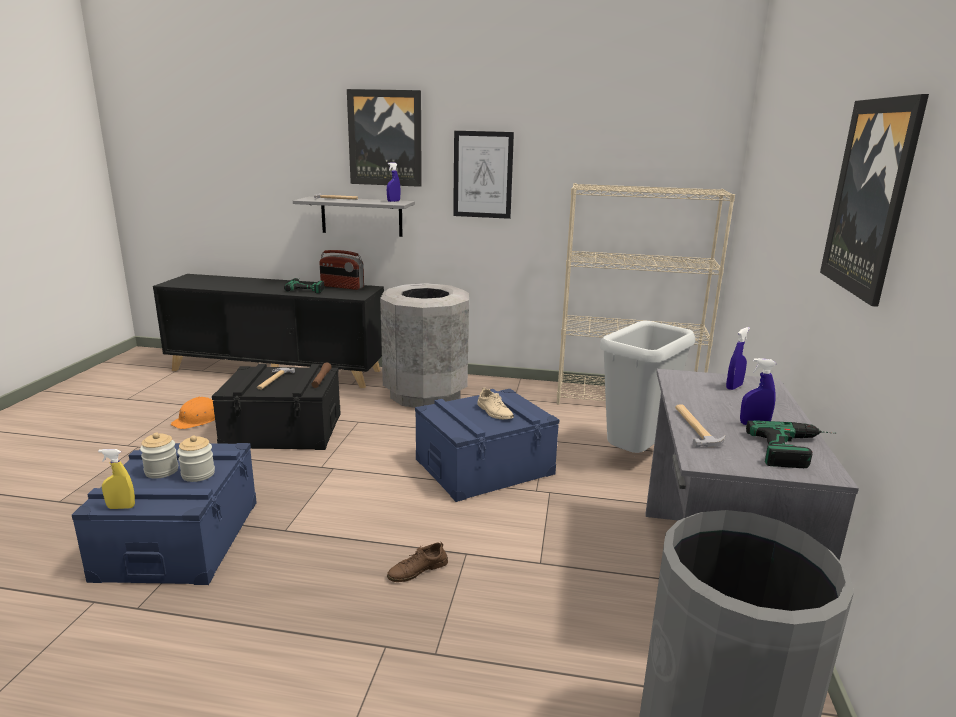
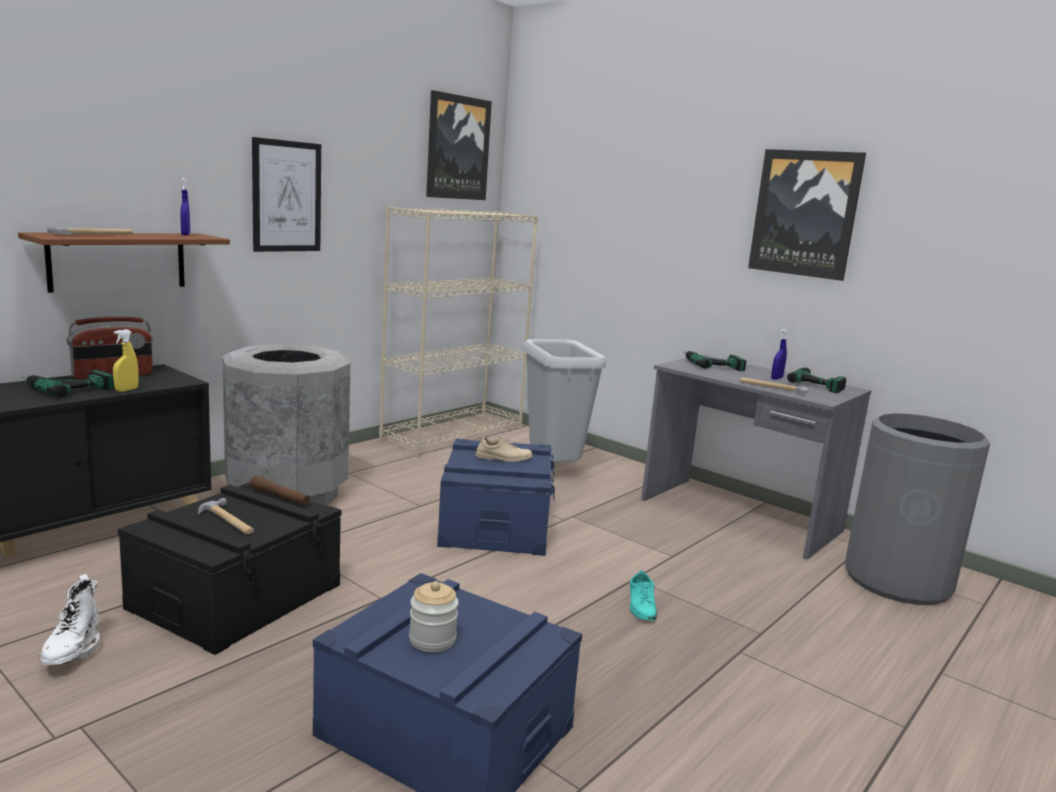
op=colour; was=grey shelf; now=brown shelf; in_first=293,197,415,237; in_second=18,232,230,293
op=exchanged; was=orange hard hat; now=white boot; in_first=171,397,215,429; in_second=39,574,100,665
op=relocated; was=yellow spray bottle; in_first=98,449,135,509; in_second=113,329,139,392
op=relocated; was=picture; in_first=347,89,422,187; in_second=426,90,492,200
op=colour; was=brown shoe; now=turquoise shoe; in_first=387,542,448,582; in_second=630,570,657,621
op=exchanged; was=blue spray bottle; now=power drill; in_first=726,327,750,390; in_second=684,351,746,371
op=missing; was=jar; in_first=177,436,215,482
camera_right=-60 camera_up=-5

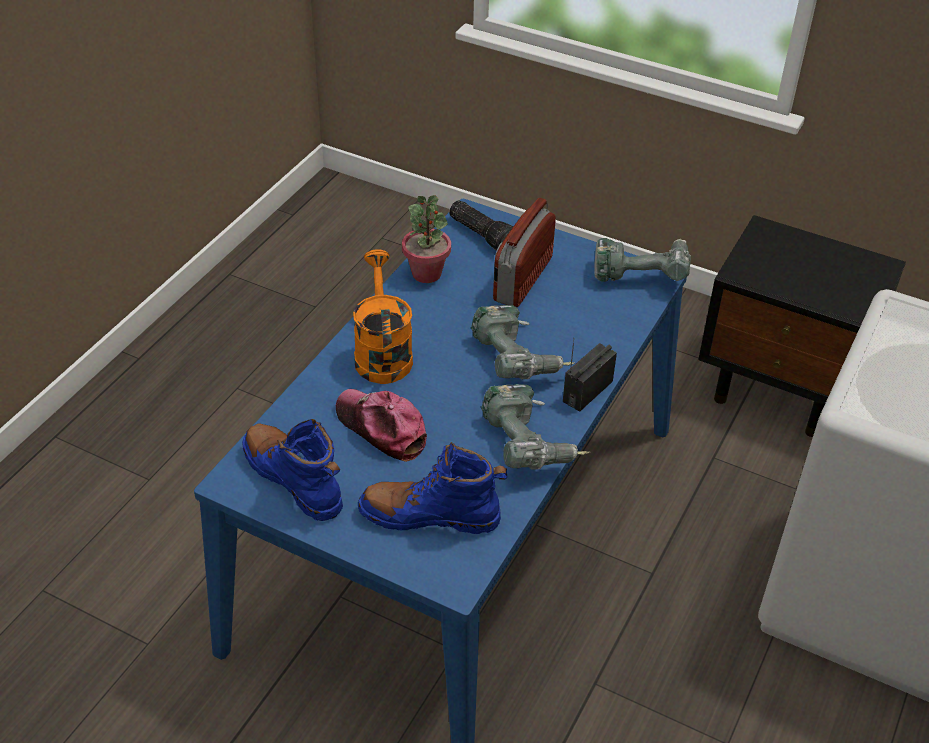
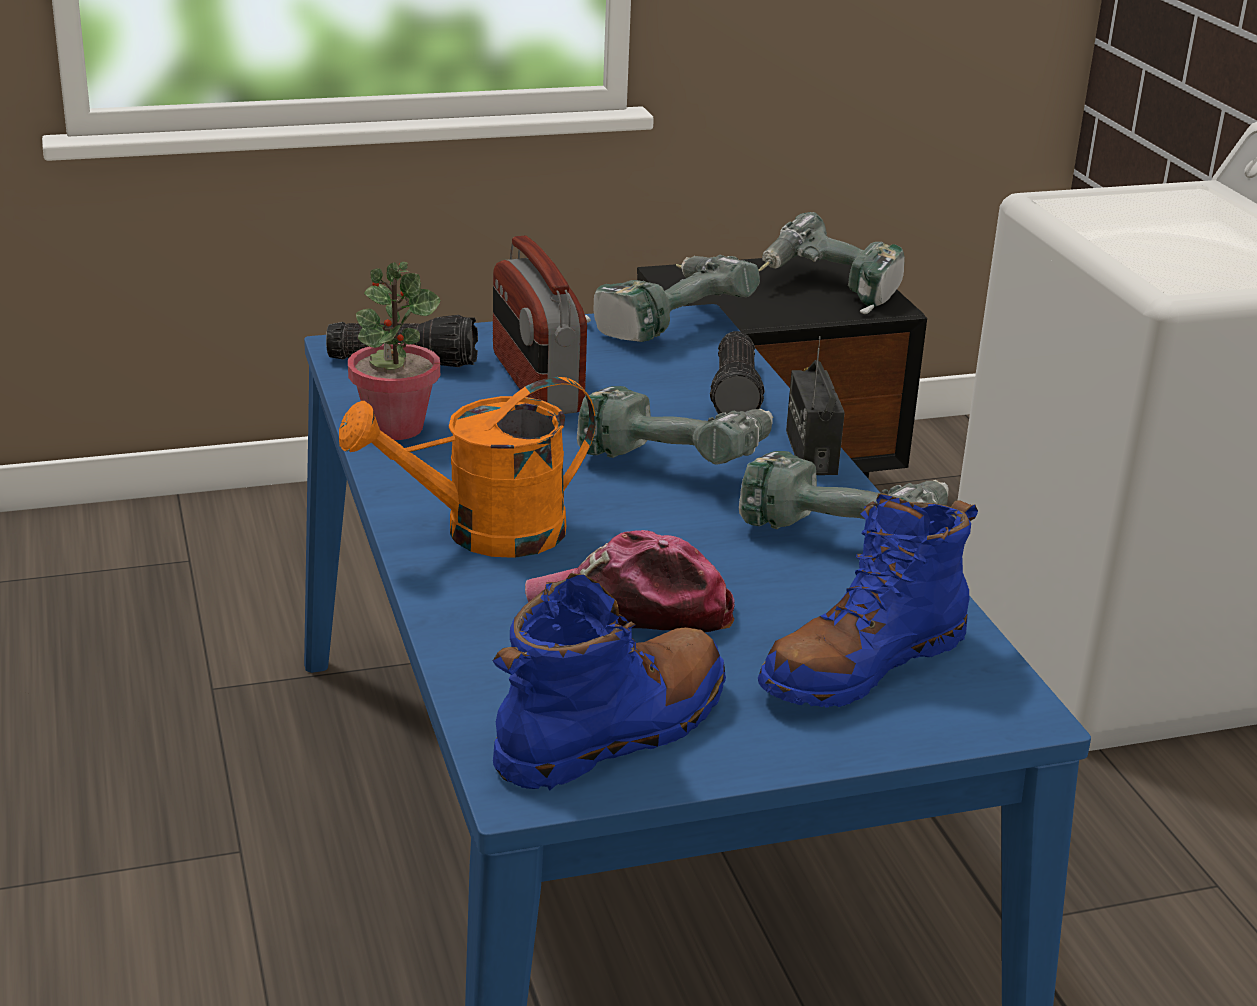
op=spun; was=orange watering can; in_first=353,249,413,384; in_second=339,377,596,558; clockwise=-60
op=spun; was=blue boot; in_first=242,419,343,521; in_second=493,573,726,791; clockwise=135
op=appeared; now=flashlight; in_second=710,331,765,414
op=appeared; now=power drill; in_second=758,212,905,314
camera_right=-45 camera_up=-15

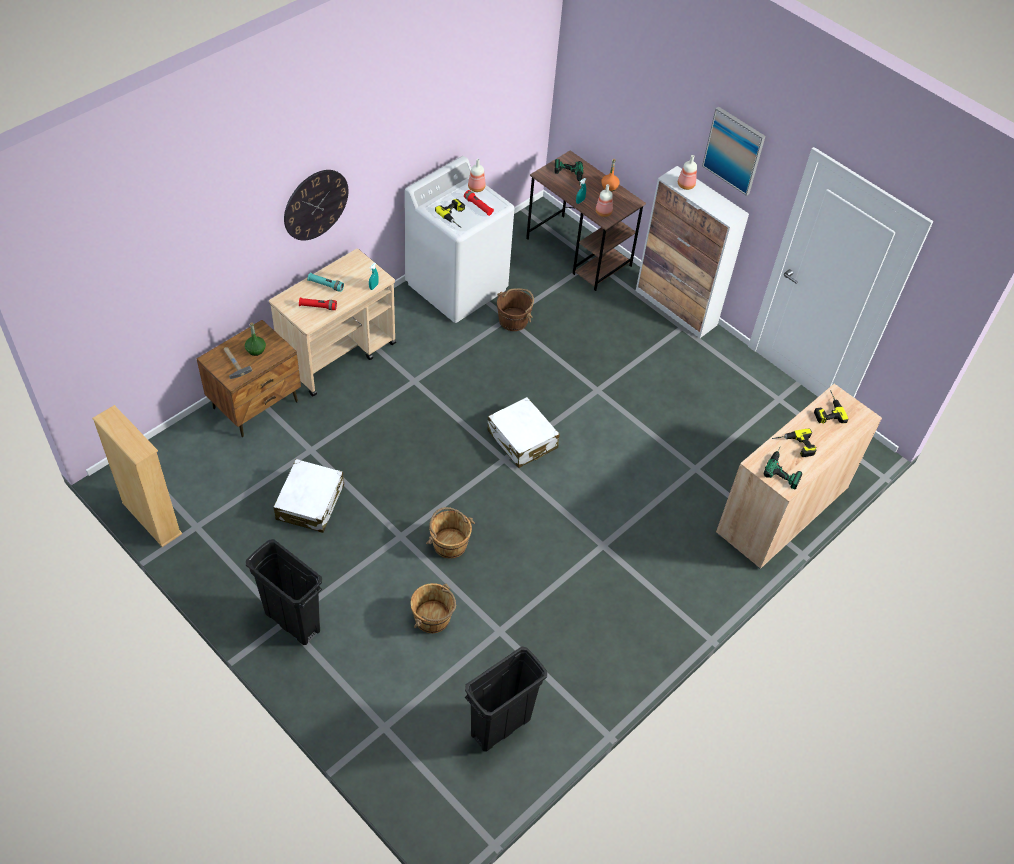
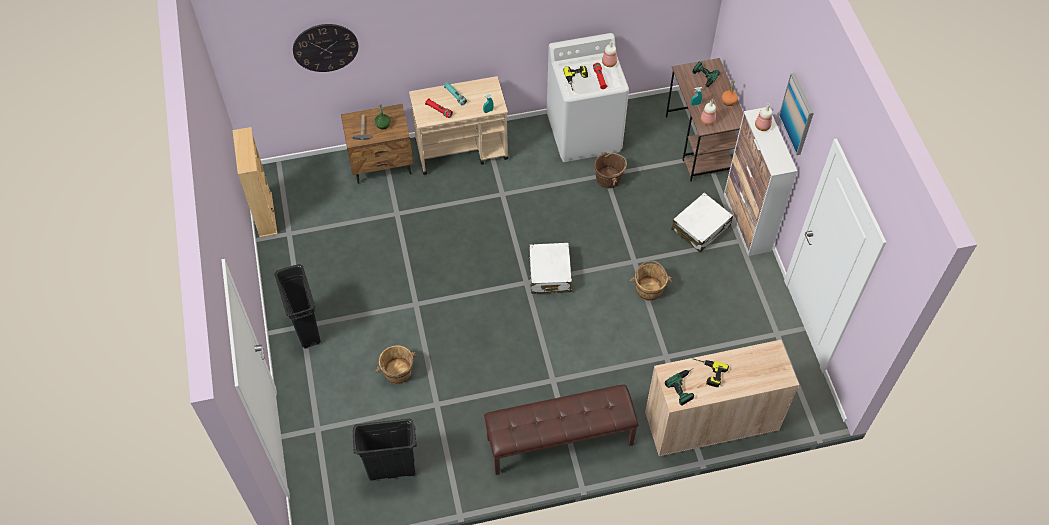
op=relocated; was=wall clock; in_first=284,170,349,240; in_second=293,24,358,72
op=appeared; now=brown bench; in_second=484,385,638,475
op=relocated; was=brown bucket; in_first=426,507,475,559; in_second=629,260,672,301
op=relocated; was=white suitcase; in_first=274,459,344,533; in_second=671,193,733,252
op=missing; was=power drill; in_first=814,390,848,424
camera_right=35 camera_up=5

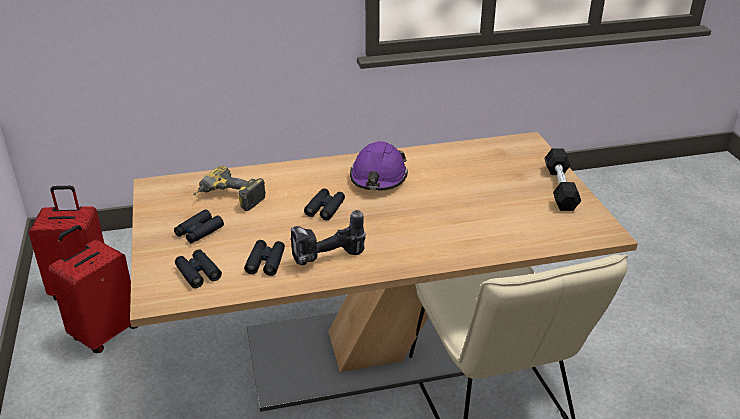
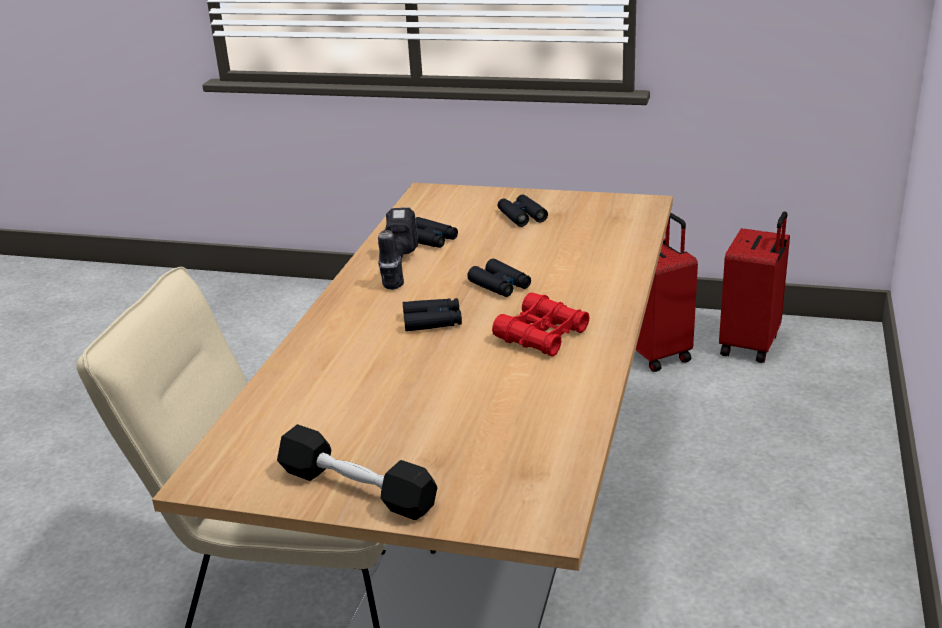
op=relocated; was=black binoculars; in_first=175,249,222,288; in_second=403,298,462,331
op=exchanged; was=purple hard hat; now=red binoculars; in_first=350,141,408,191; in_second=492,293,589,356
op=missing; was=power drill; in_first=193,166,266,211
camera_right=120 camera_up=-5

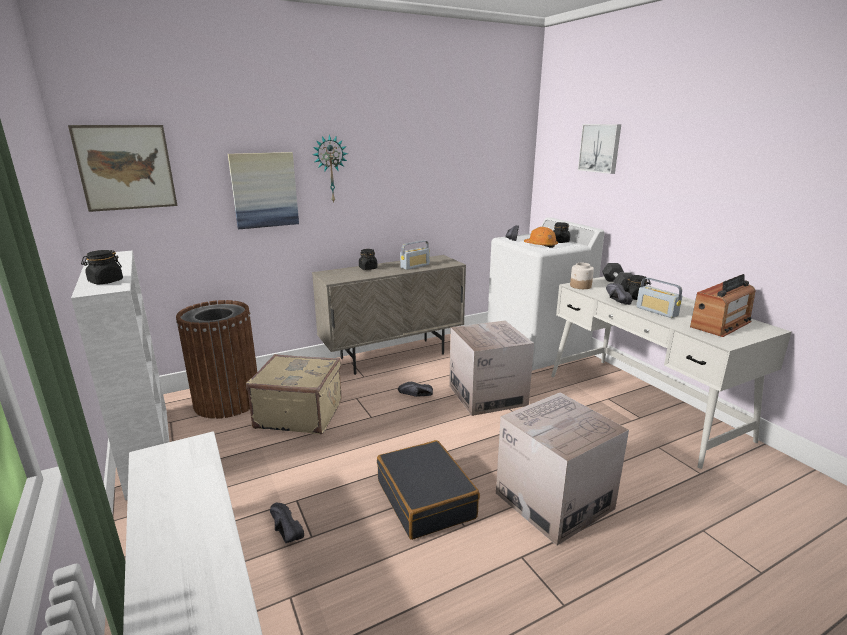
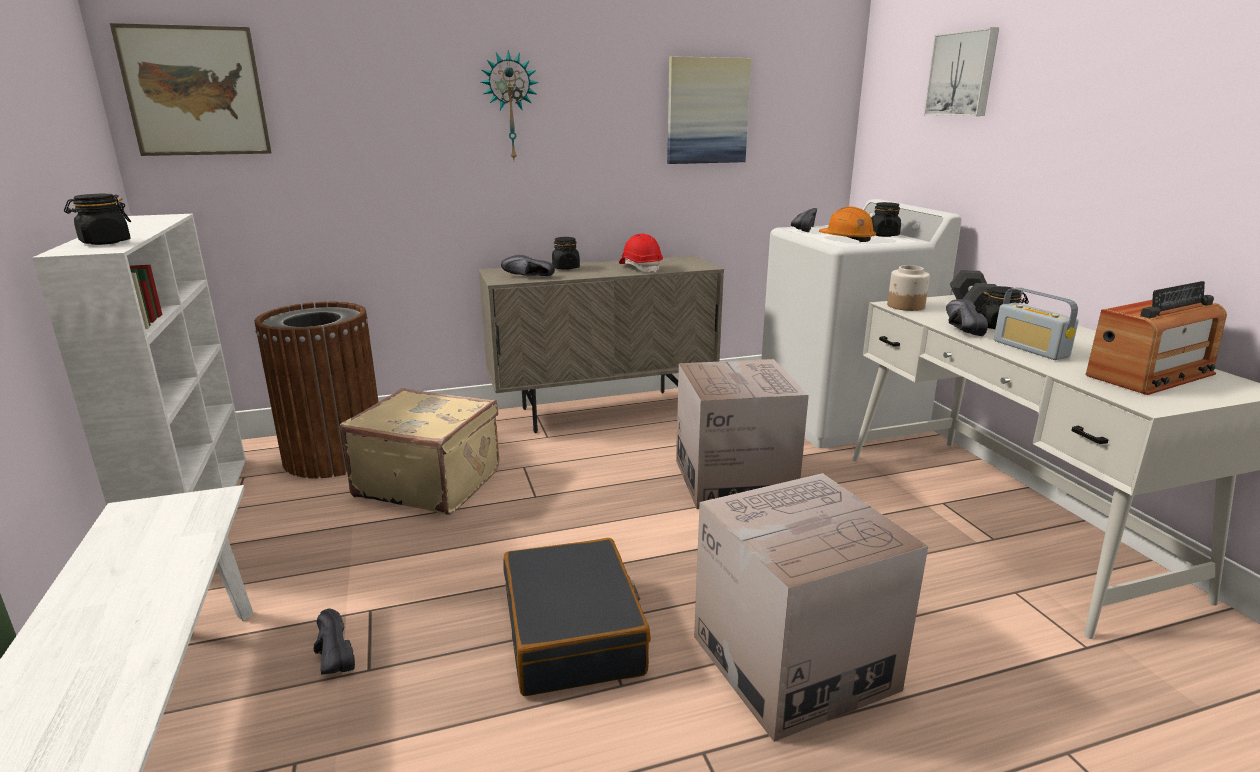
op=relocated; was=black shoe; in_first=398,382,433,397; in_second=501,255,555,276
op=exchanged; was=radio; now=red hard hat; in_first=400,240,430,270; in_second=619,234,663,273
op=relocated; was=picture; in_first=228,152,299,229; in_second=667,56,751,164
camera_right=10 camera_up=0

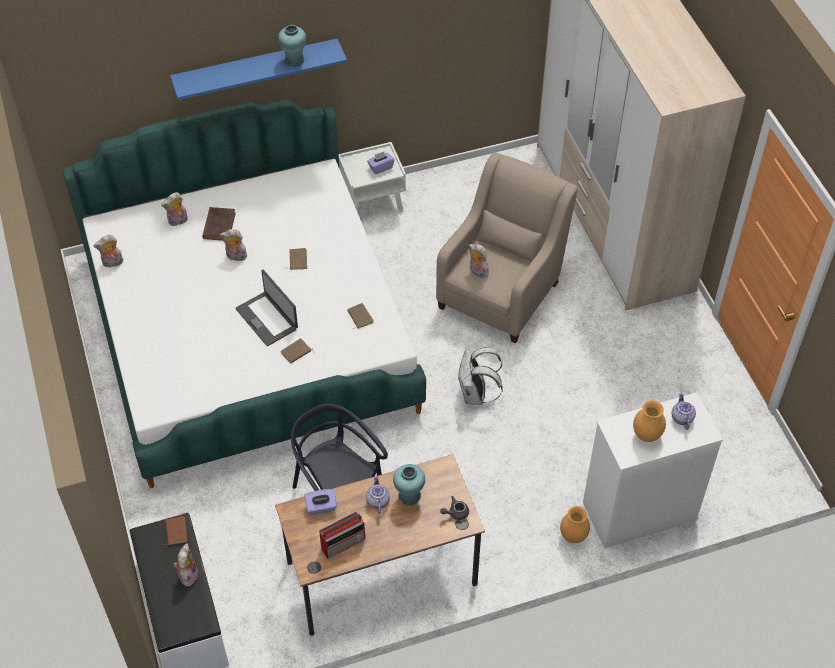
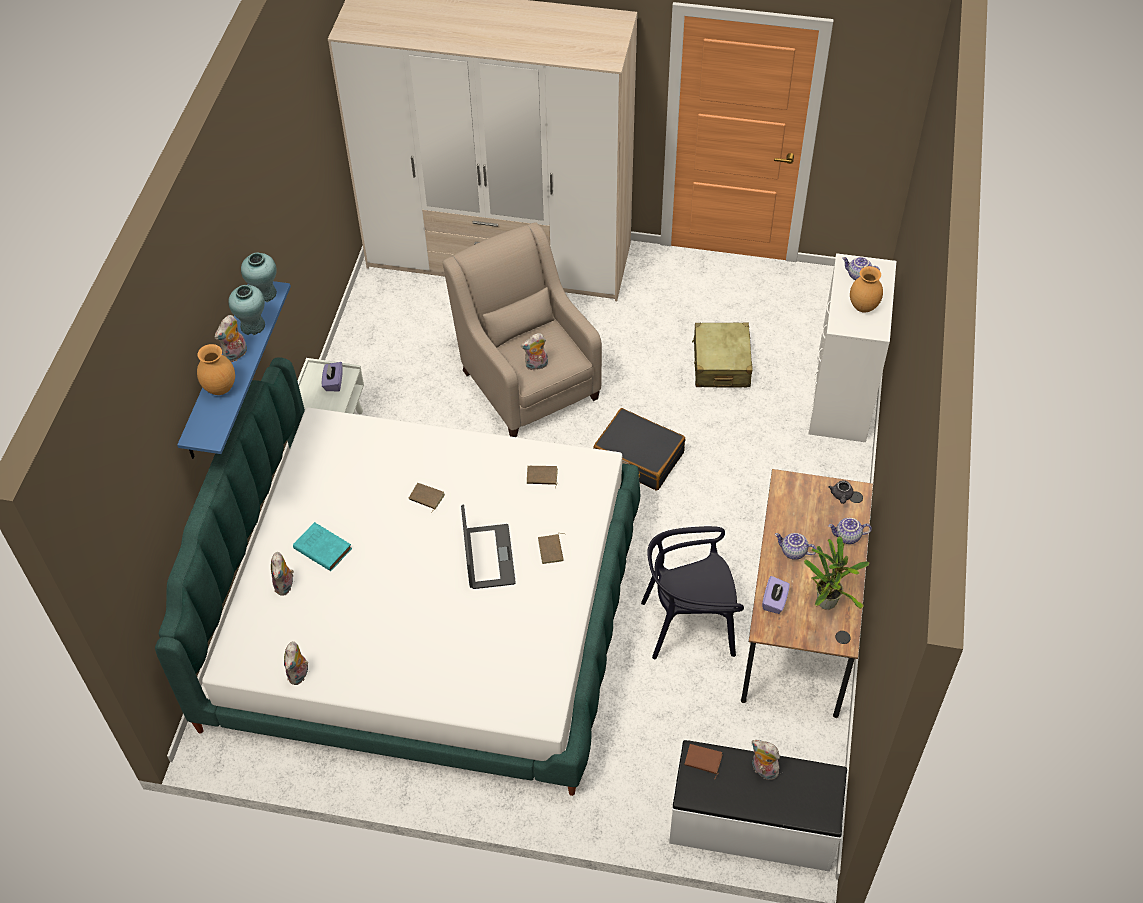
op=relocated; was=brown vase; in_first=560,506,590,543; in_second=197,344,235,395
op=relocated; was=plush toy; in_first=220,229,247,261; in_second=215,315,247,362
op=relocated; was=turquoise vase; in_first=393,464,425,505; in_second=241,253,277,302
op=colour; was=brown book; now=turquoise book; in_first=202,207,236,241; in_second=293,522,352,571
op=spun; was=laptop; in_first=236,270,298,346; in_second=461,505,516,589; clockwise=-90
op=exchanged; was=white backpack; now=black suitcase; in_first=458,347,503,405; in_second=593,408,685,491
op=appeared; now=beige suitcase; in_second=692,322,753,388
op=exchanged; was=radio; now=potted plant; in_first=319,512,365,559; in_second=804,536,869,610
op=appeared; now=teapot; in_second=828,518,872,544
camera_right=-60 camera_up=0

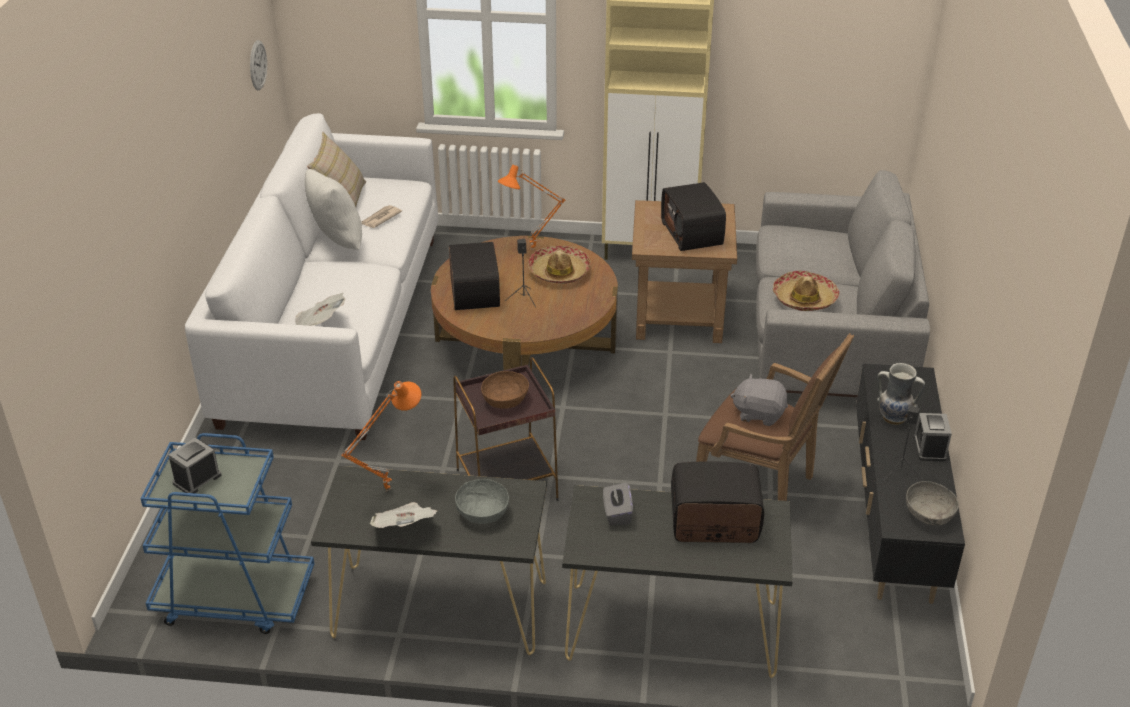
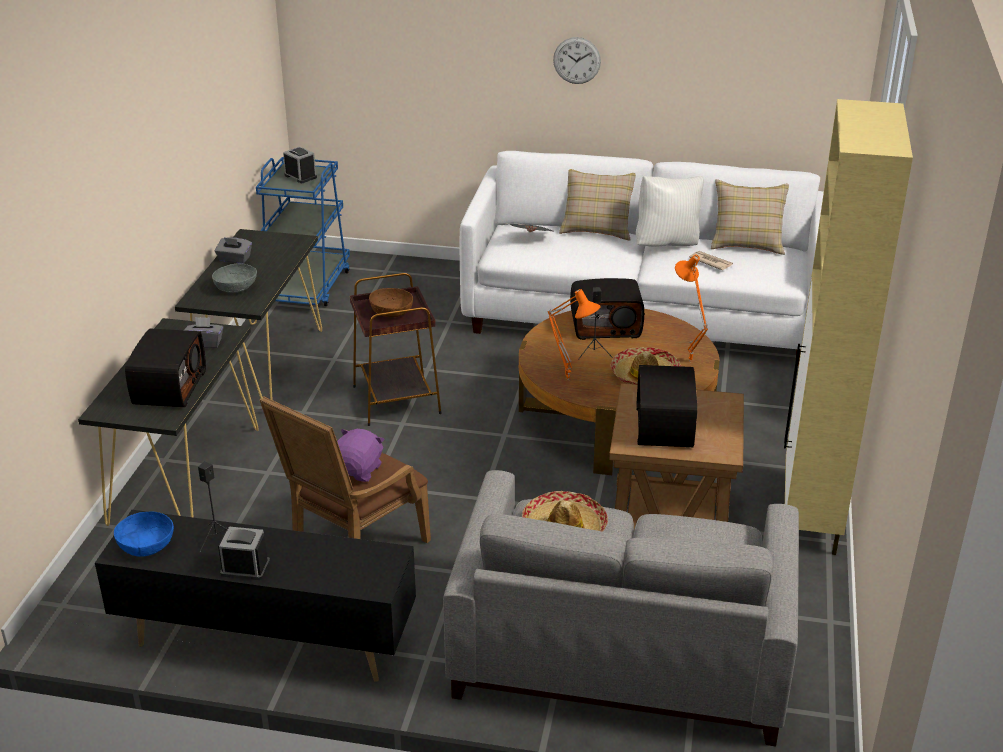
op=colour; was=grey bowl; now=blue bowl; in_first=906,481,959,525; in_second=114,511,174,557
op=exchanged; was=newspaper; now=grey tissue box; in_first=370,502,438,528; in_second=215,237,252,264
op=colour; was=grey plush toy; now=purple plush toy; in_first=730,374,788,426; in_second=337,429,385,482
op=relocated; was=orange table lamp; in_first=341,381,421,491; in_second=548,289,601,381
op=relocated; was=wall clock; in_first=250,40,267,90; in_second=553,37,601,84
op=appeared; now=beige pillow; in_second=559,169,636,241
op=spun; was=radio; in_first=661,182,726,251; in_second=637,365,698,447; clockwise=-75
op=missing; was=vase; in_first=877,363,925,425
camera_right=95 camera_up=-5

